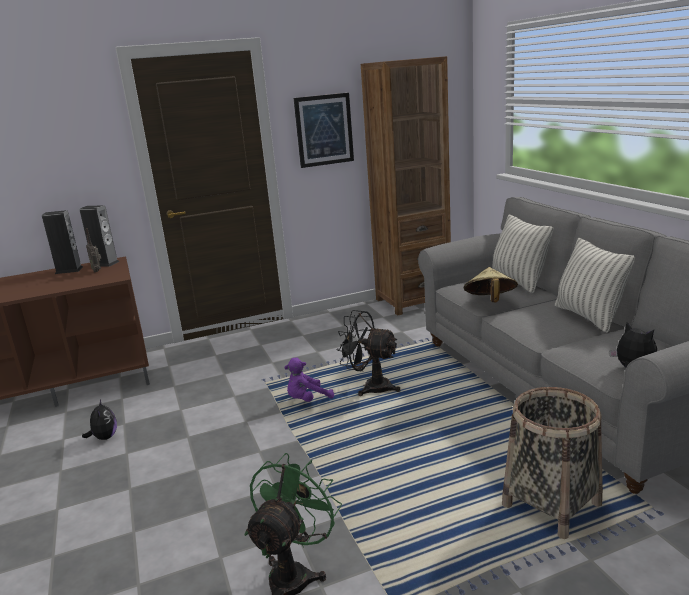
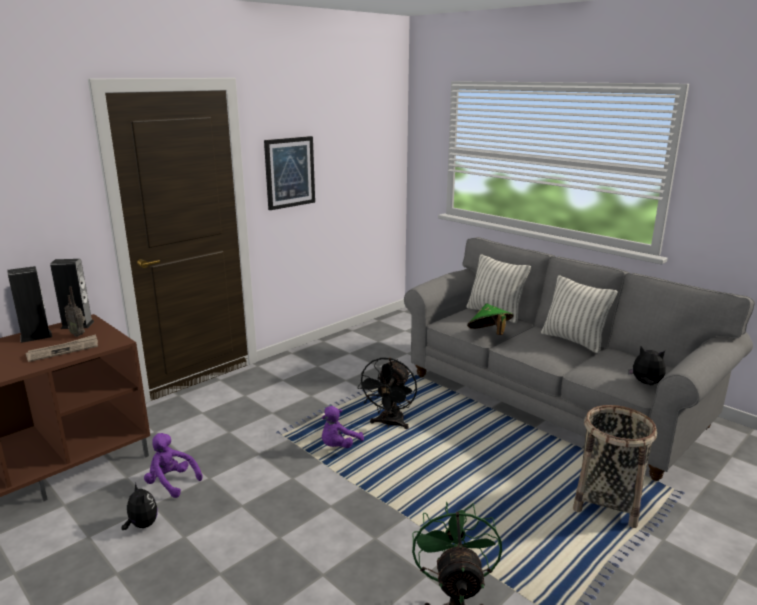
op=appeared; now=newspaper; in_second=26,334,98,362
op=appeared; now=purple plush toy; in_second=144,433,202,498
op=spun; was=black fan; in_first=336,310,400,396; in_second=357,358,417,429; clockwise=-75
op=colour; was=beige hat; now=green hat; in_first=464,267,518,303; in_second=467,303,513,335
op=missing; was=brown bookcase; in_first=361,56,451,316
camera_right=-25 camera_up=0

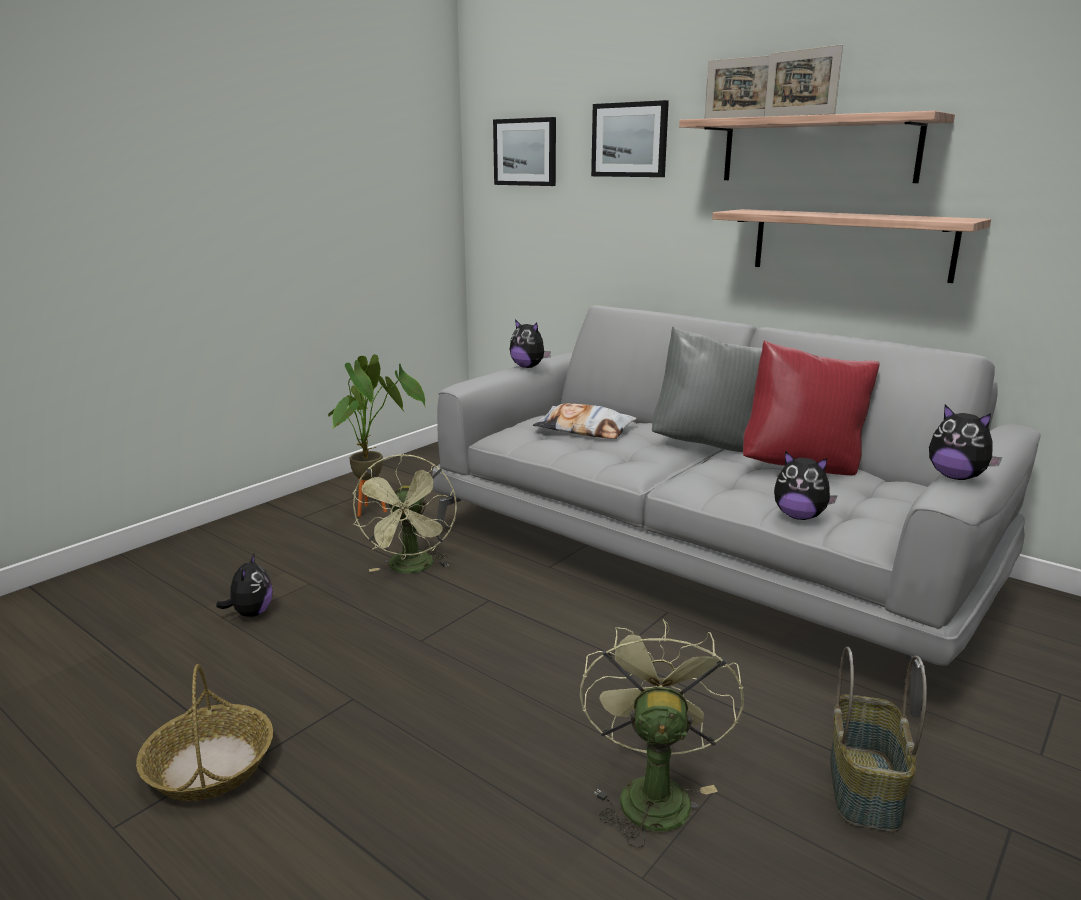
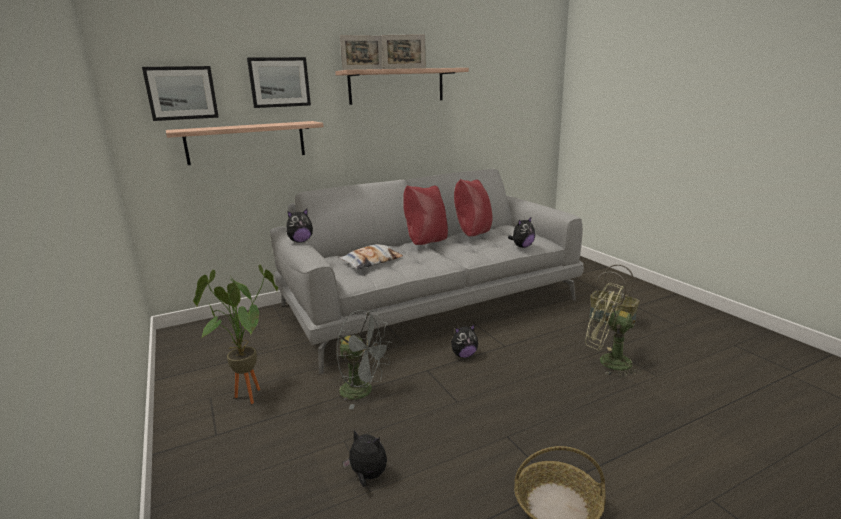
op=relocated; was=shelf; in_first=712,209,991,283; in_second=166,121,324,165
op=colour; was=green fan; now=grey fan; in_first=352,454,457,573; in_second=336,310,392,409
op=colour; was=grey pillow; now=red pillow; in_first=652,326,762,452; in_second=403,185,448,245
op=relocated; was=plush toy; in_first=929,404,1002,480; in_second=451,324,478,358
camera_right=-65 camera_up=0

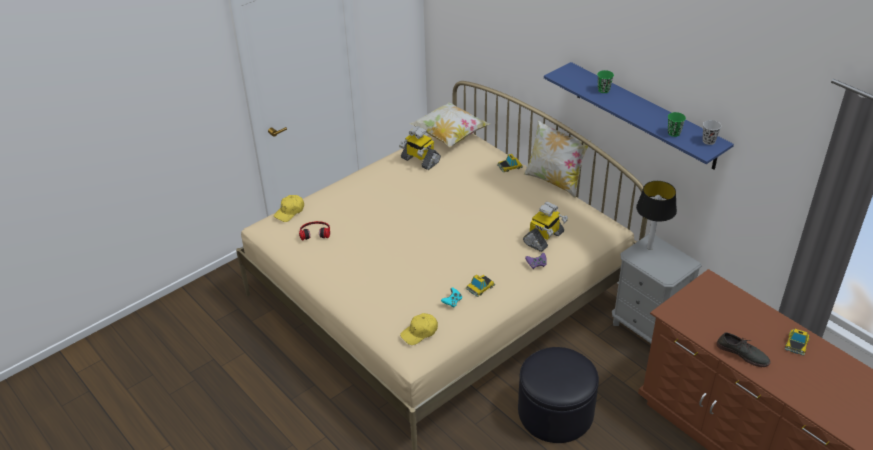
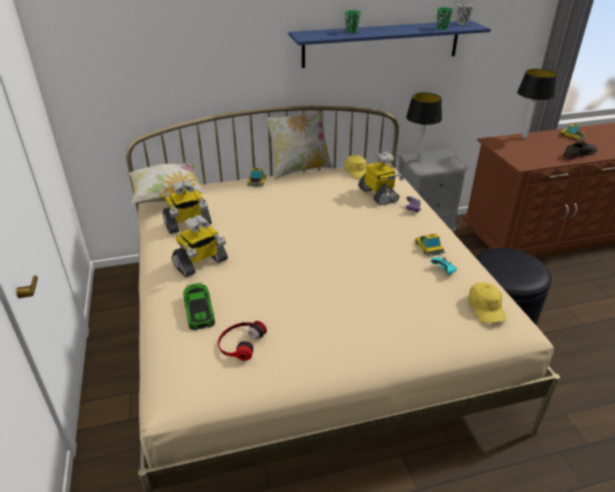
op=appeared; now=toy robot; in_second=171,215,228,277
op=appeared; now=toy car; in_second=183,283,215,330
op=relocated; was=yellow cap; in_first=274,195,304,222; in_second=345,155,367,179
op=appeared; now=table lamp; in_second=517,69,557,139
camera_right=-65 camera_up=-5

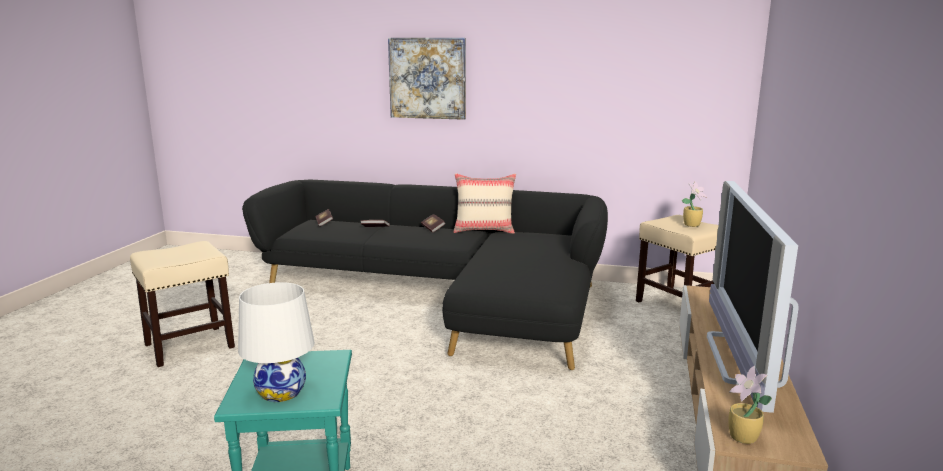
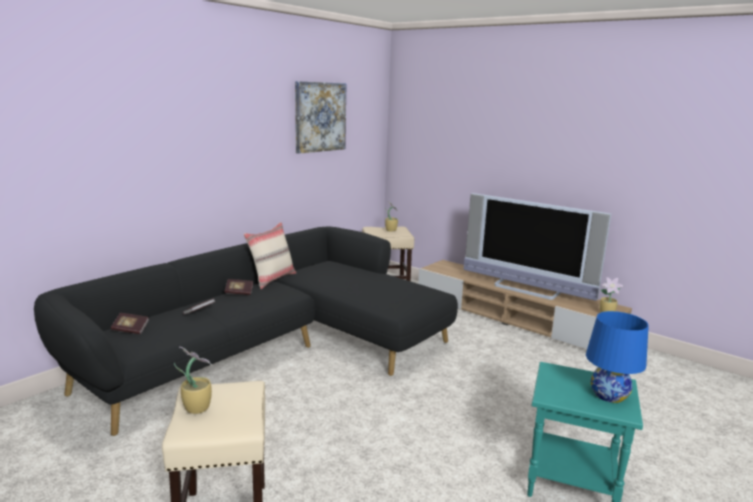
op=appeared; now=potted plant; in_second=174,347,212,414
op=relocated; was=picture; in_first=388,38,466,120; in_second=295,81,346,154
op=colour; was=white table lamp; now=blue table lamp; in_first=238,282,315,402; in_second=586,311,649,403
camera_right=-65 camera_up=0

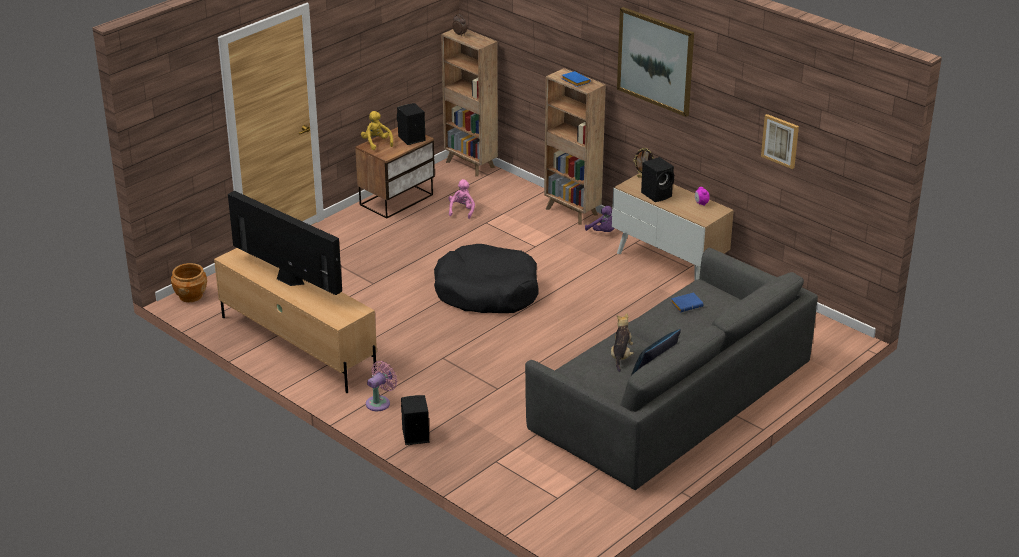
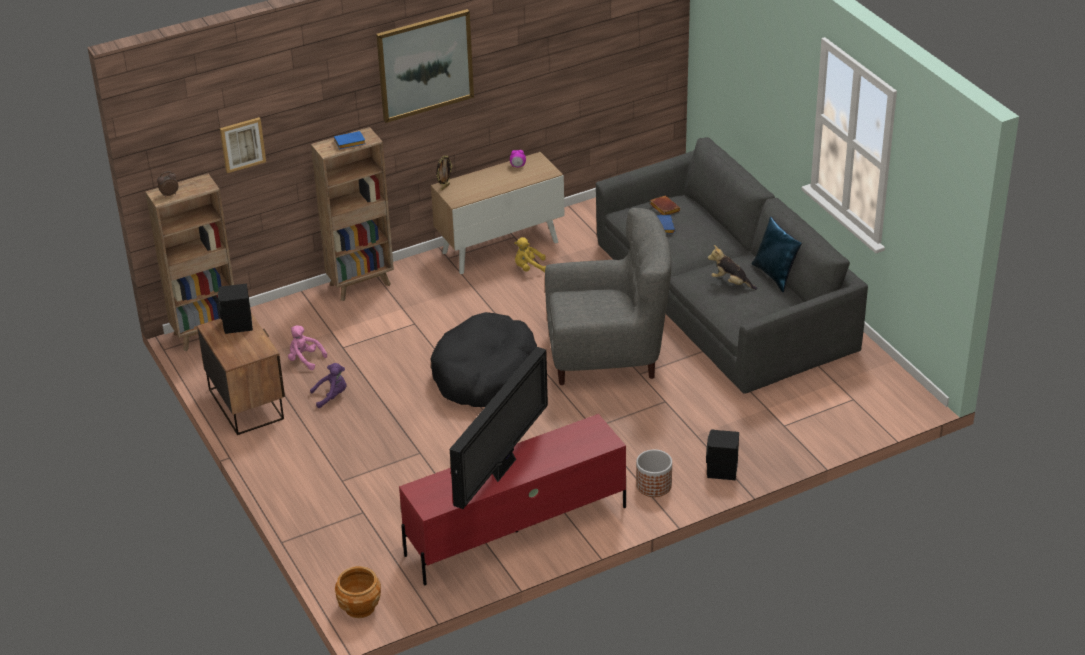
op=relocated; was=picture; in_first=761,114,799,169; in_second=220,117,266,173
op=relocated; was=purple plush toy; in_first=585,206,615,232; in_second=310,363,347,408
op=colour; was=beige tv stand; now=red tv stand; in_first=214,248,377,393; in_second=399,414,626,585
op=spun; was=television; in_first=228,191,342,295; in_second=450,347,548,509; clockwise=150
op=relocated; was=yellow plush toy; in_first=361,111,393,150; in_second=514,237,546,273
op=appeared; now=grey armchair; in_second=545,208,672,385
op=exchanged; was=pink fan; now=planter; in_first=366,361,398,411; in_second=636,449,672,497
op=appeared; now=brown book; in_second=650,195,681,215
op=missing; was=black speaker; in_first=641,157,674,202
camera_right=-70 camera_up=5

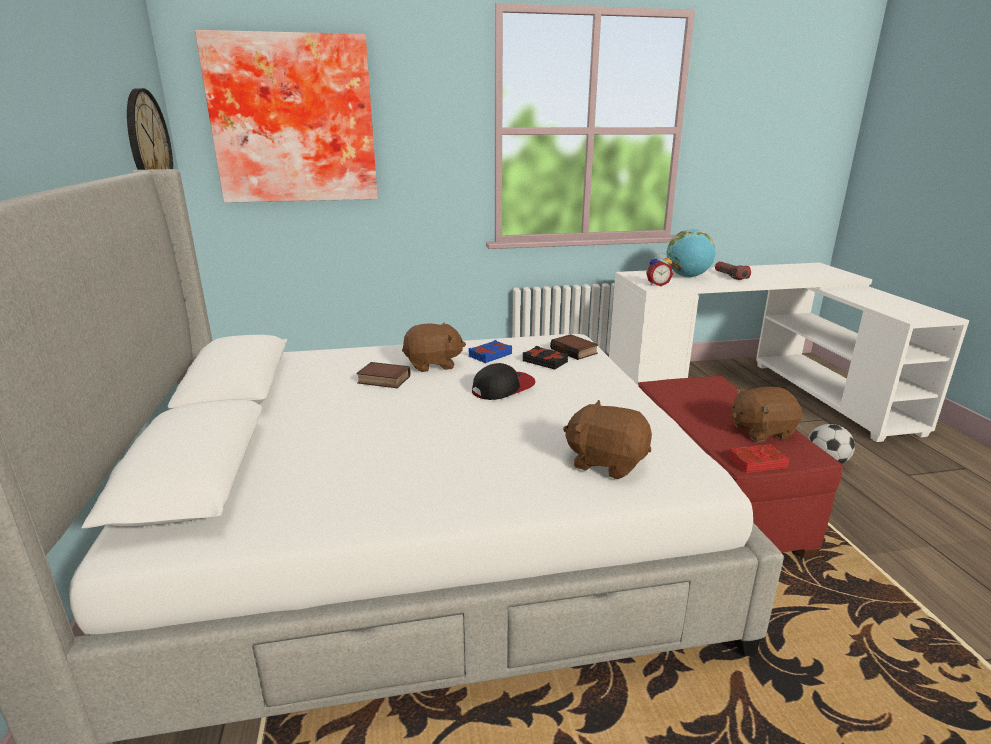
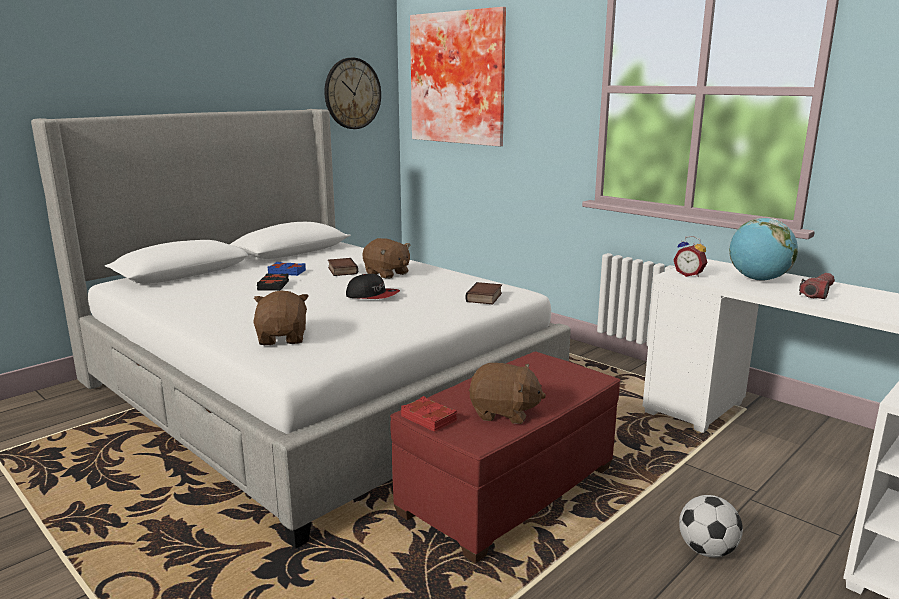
op=relocated; was=black book; in_first=523,346,568,369; in_second=257,273,289,291
op=relocated; was=blue book; in_first=468,340,512,363; in_second=267,262,306,276
op=spun; was=brown plush toy; in_first=731,387,802,442; in_second=469,363,546,424; clockwise=150
camera_right=55 camera_up=-5

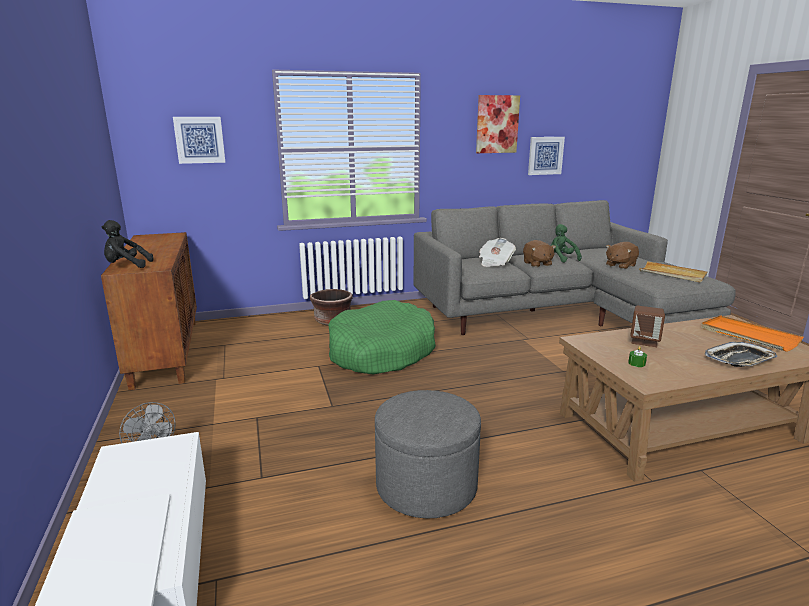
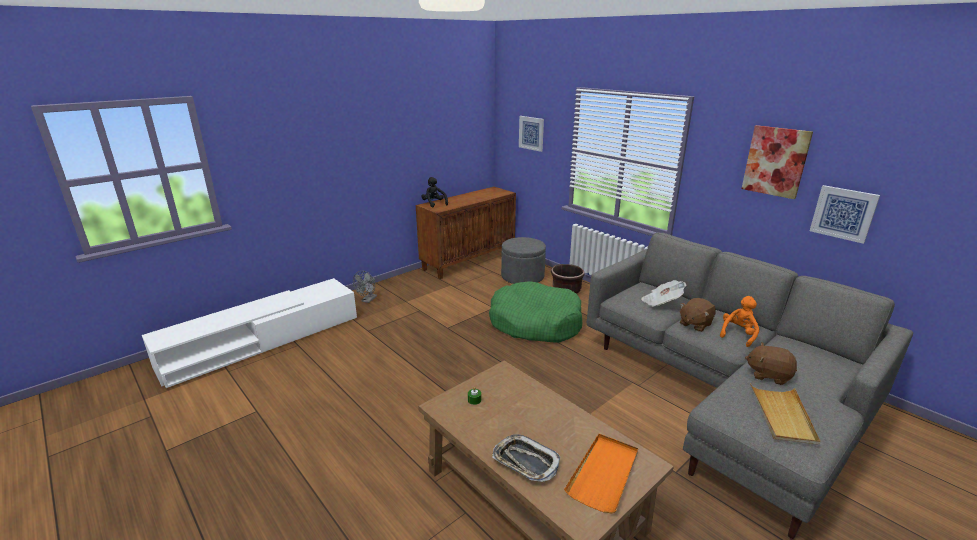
op=relocated; was=grey ottoman; in_first=375,390,481,519; in_second=501,237,546,284
op=colour; was=green plush toy; now=orange plush toy; in_first=551,224,582,263; in_second=720,296,759,347
op=missing; was=brown speaker; in_first=630,305,665,347
camera_right=65 camera_up=5

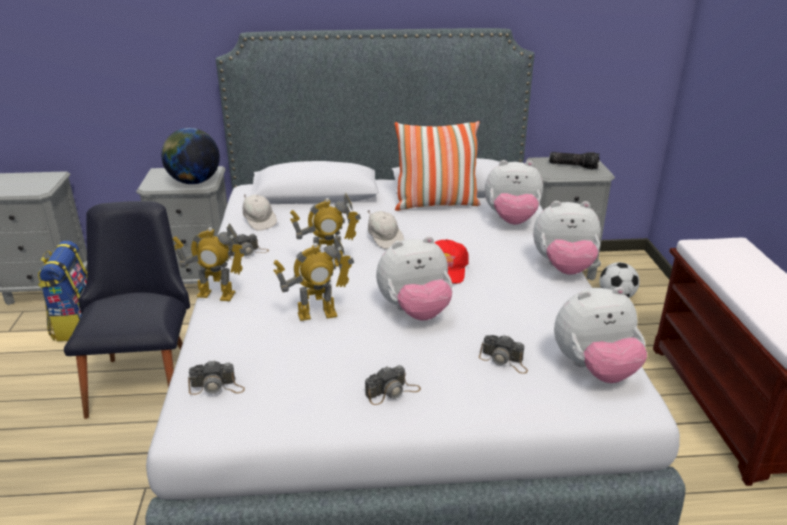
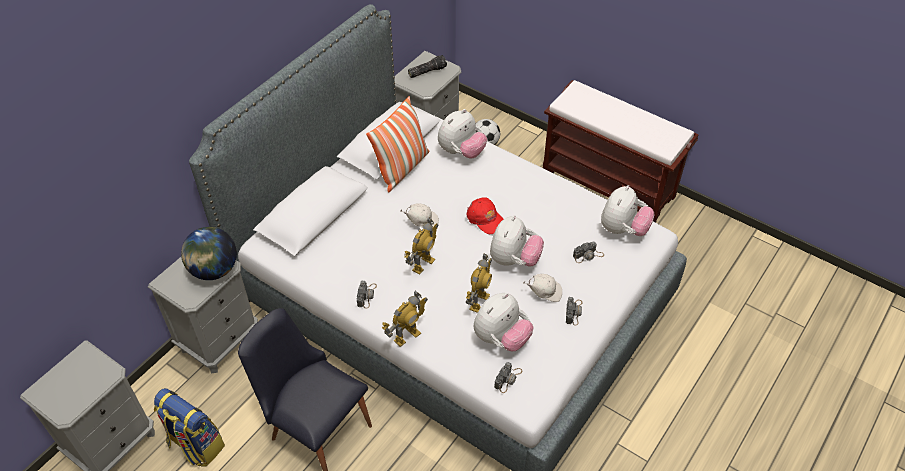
op=relocated; was=plush toy; in_first=533,201,601,275; in_second=474,293,534,352
op=relocated; was=white cap; in_first=243,194,277,231; in_second=523,274,562,302
camera_right=-50 camera_up=20

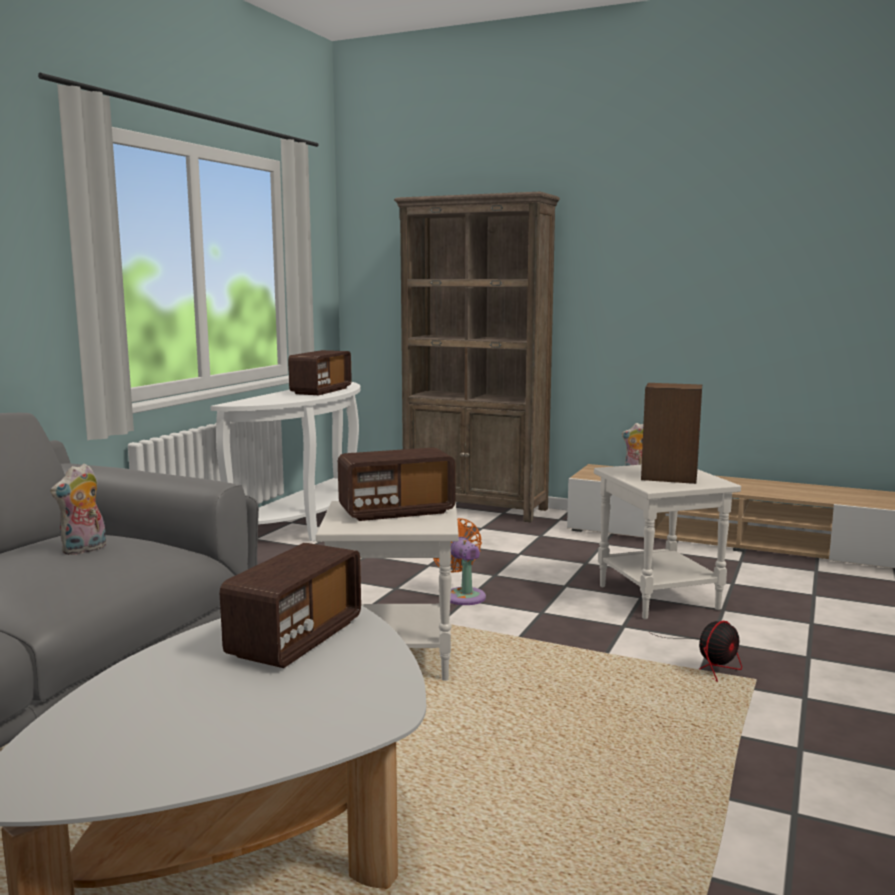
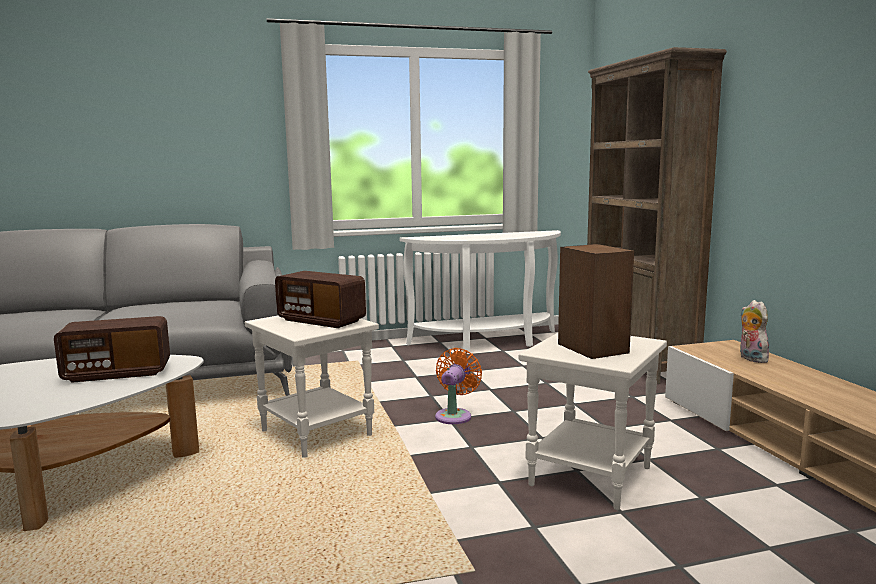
op=missing; was=plush toy; in_first=50,463,106,555
op=missing; was=radio; in_first=288,350,352,395
op=missing; was=fan; in_first=650,621,742,682
camera_right=50 camera_up=0

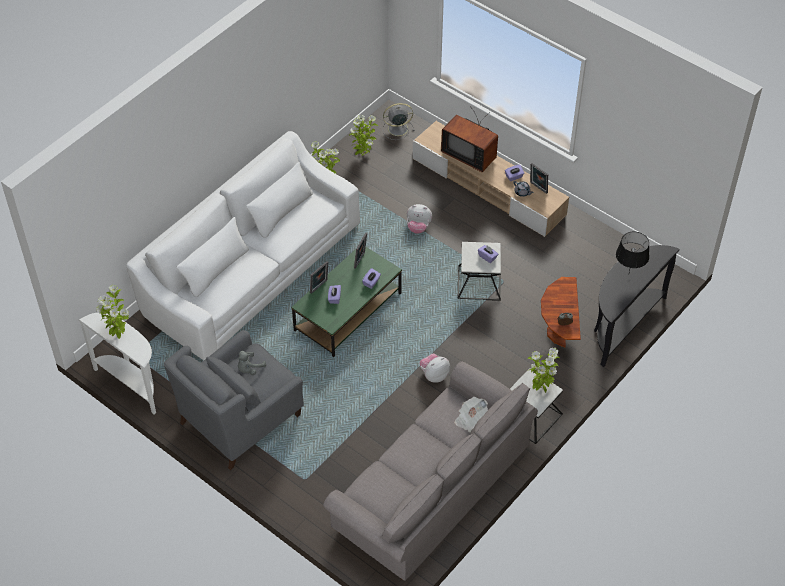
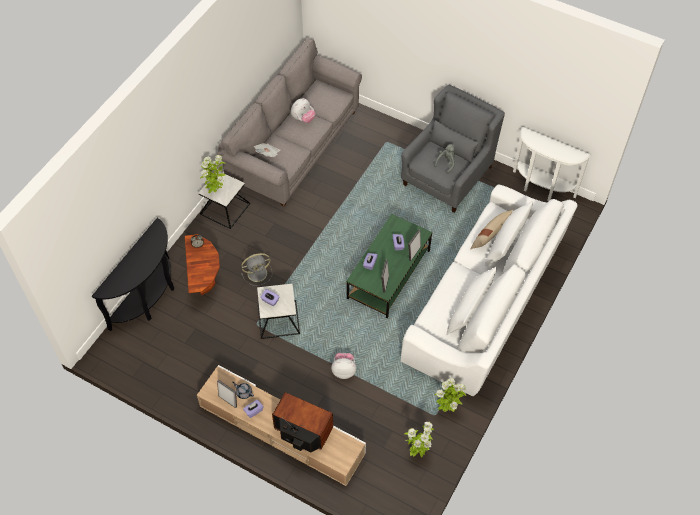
op=relocated; was=grey fan; in_first=383,103,415,140; in_second=241,253,273,286
op=relocated; was=plush toy; in_first=419,354,450,383; in_second=291,98,316,123
op=appeared; now=beige pillow; in_second=471,210,513,249
op=missing; was=potted plant; in_first=96,285,129,339
op=missing; was=black table lamp; in_first=616,232,650,272
camera_right=170 camera_up=5

